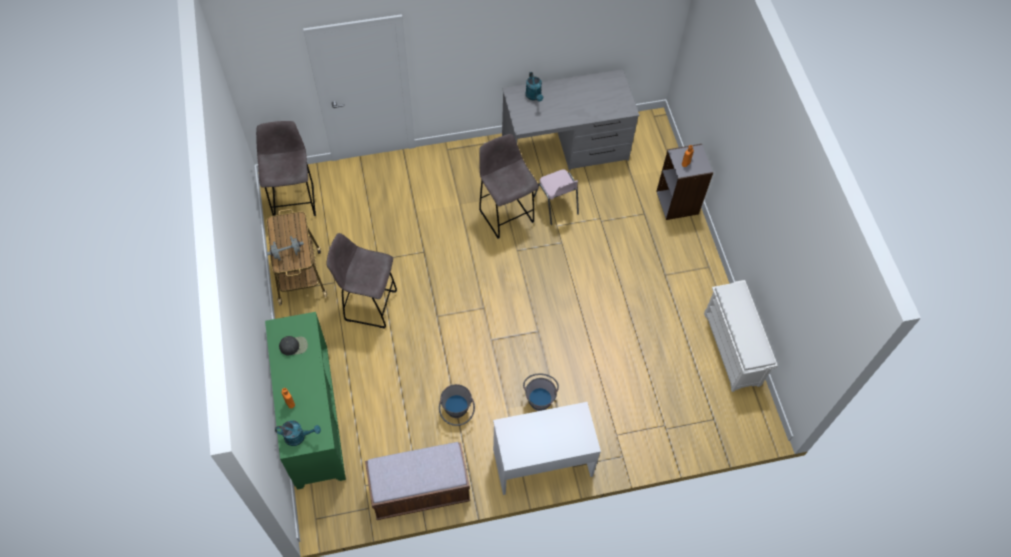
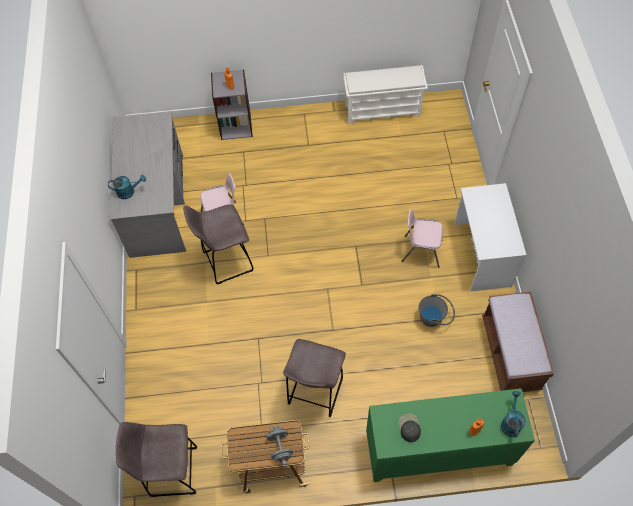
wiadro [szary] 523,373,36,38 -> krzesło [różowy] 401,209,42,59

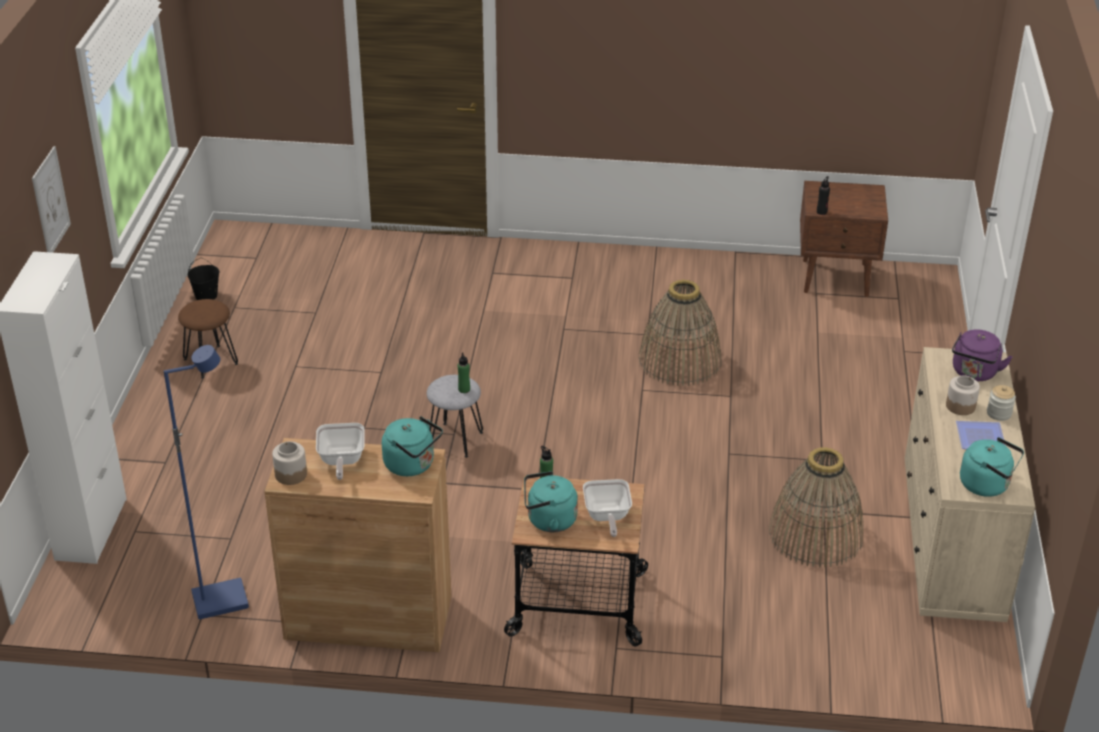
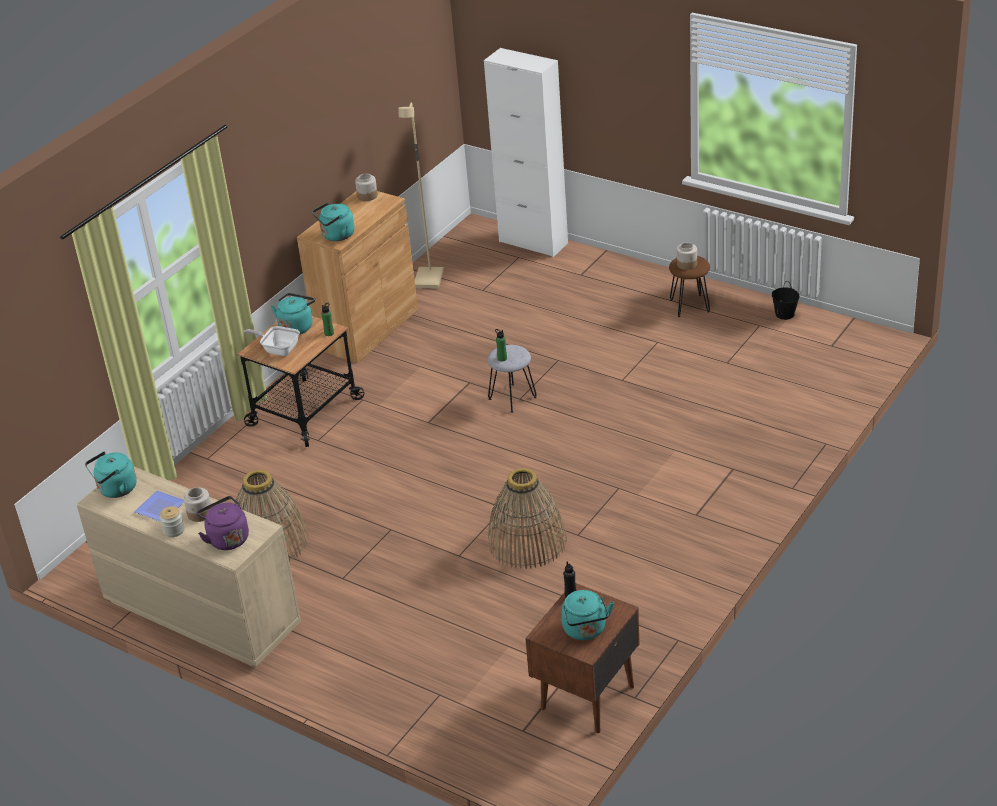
lampa stojąca [niebieski] 164,345,85,274 -> lampa stojąca [beżowy] 398,102,46,187
none -> czajnik [turkusowy] 561,590,53,50
none -> słoik 677,242,20,28
obraz 32,146,39,107 -> none
patelnia 316,423,48,57 -> none

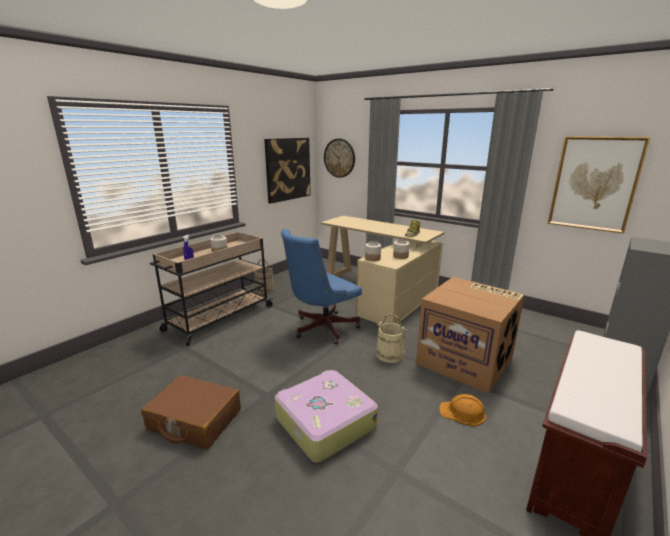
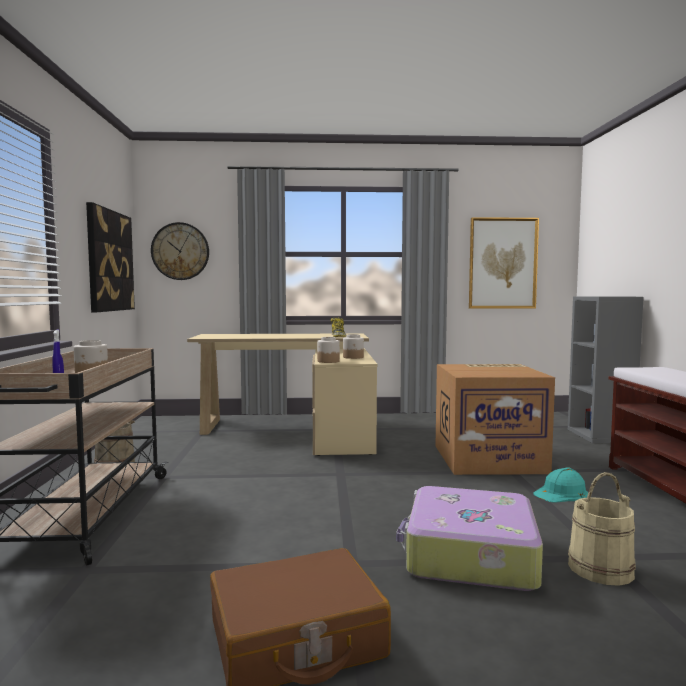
kask [pomarańczowy] 439,394,47,33 -> kask [turkusowy] 533,467,55,36
wiadro [beżowy] 376,314,30,49 -> wiadro [beżowy] 568,472,68,114, relocated
krzesło biurowe [niebieski] 281,229,81,115 -> none

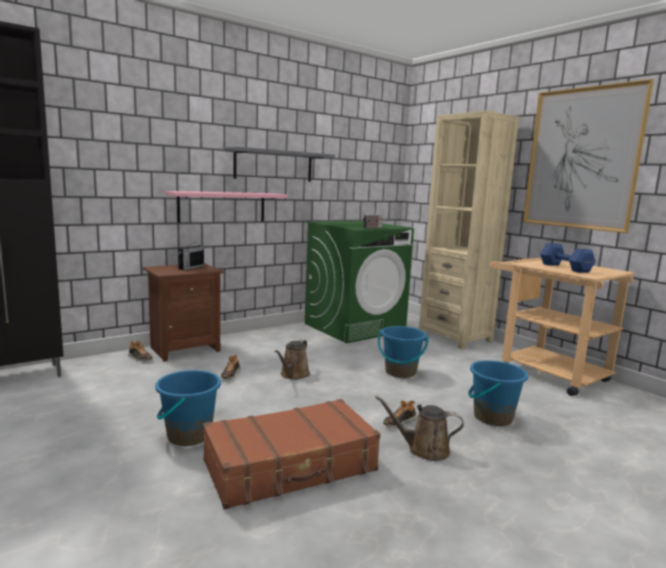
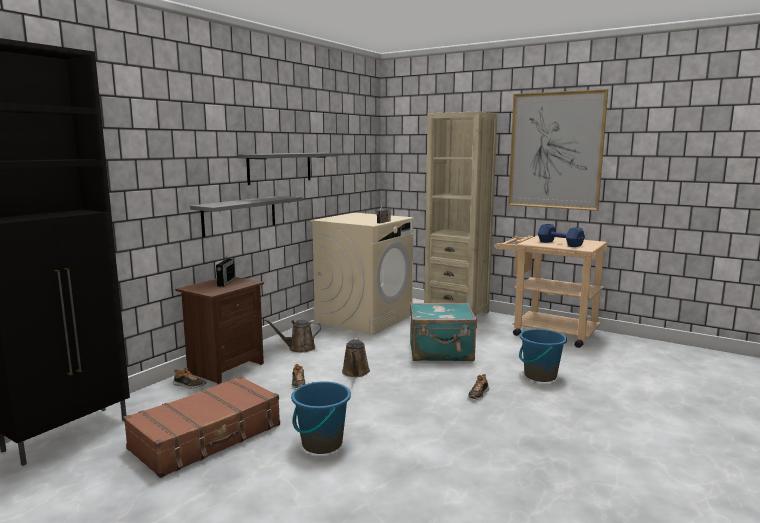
walizka [brązowy] 203,399,177,110 -> walizka [brązowy] 123,376,157,102, relocated
półka [różowy] 165,191,123,32 -> półka [szary] 190,196,113,41
konewka [brązowy] 375,396,89,65 -> konewka [brązowy] 264,319,57,34, relocated
pralka [zielony] 305,221,109,122 -> pralka [beżowy] 310,213,104,122
wiadro [niebieski] 377,326,52,52 -> walizka [turkusowy] 410,302,67,59

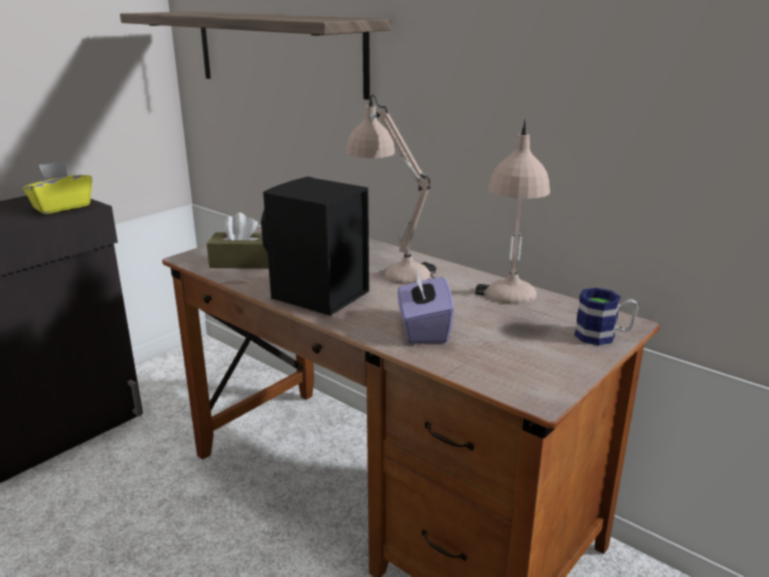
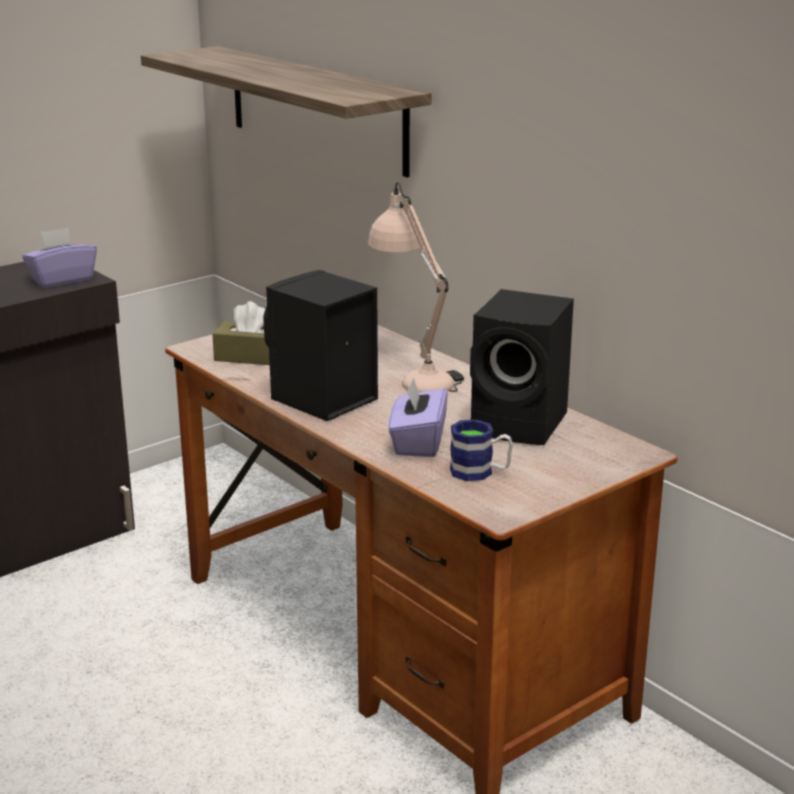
pudełko chusteczek [żółty] 23,161,69,53 -> pudełko chusteczek [fioletowy] 22,227,75,61
kubek 574,288,64,57 -> kubek 450,419,63,62, relocated
lampa stołowa [beżowy] 475,119,75,186 -> głośnik [czarny] 470,289,104,156

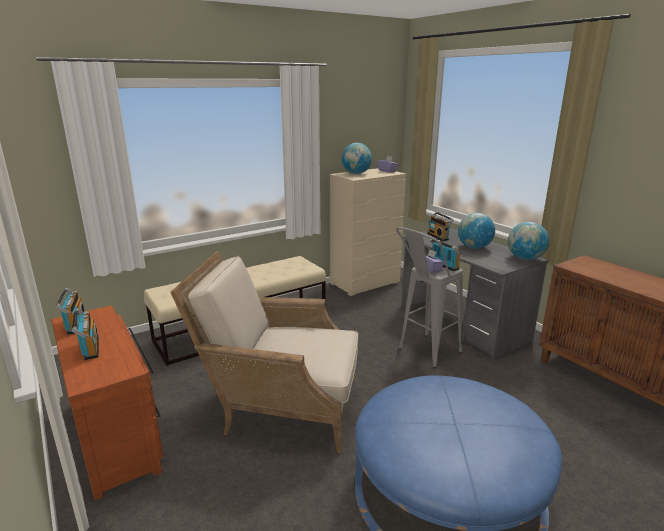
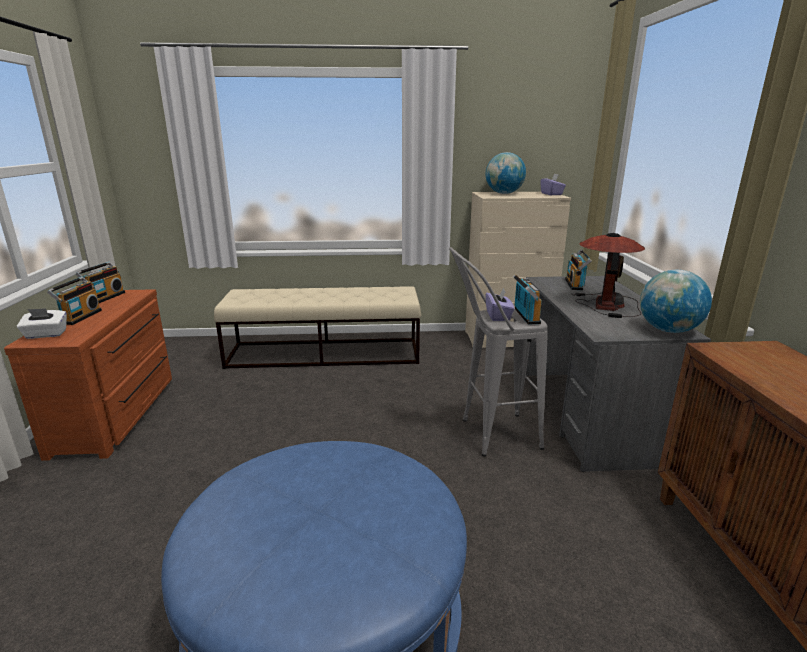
none -> pudełko chusteczek [biały] 17,308,50,31
globus 458,213,37,36 -> lampa stołowa 573,233,72,85
fotel [beżowy] 171,251,187,203 -> none

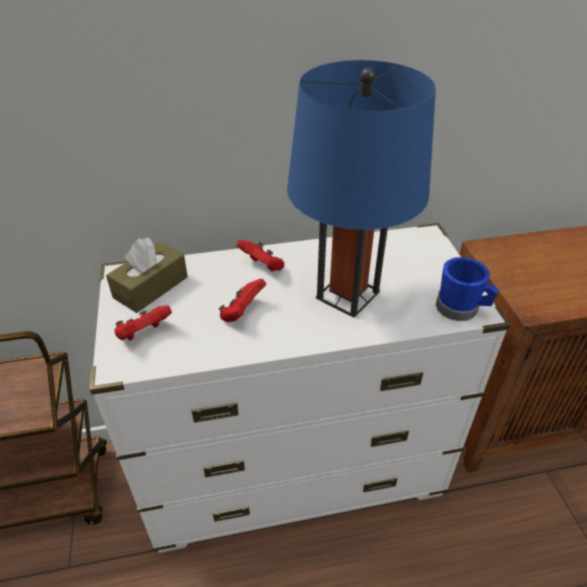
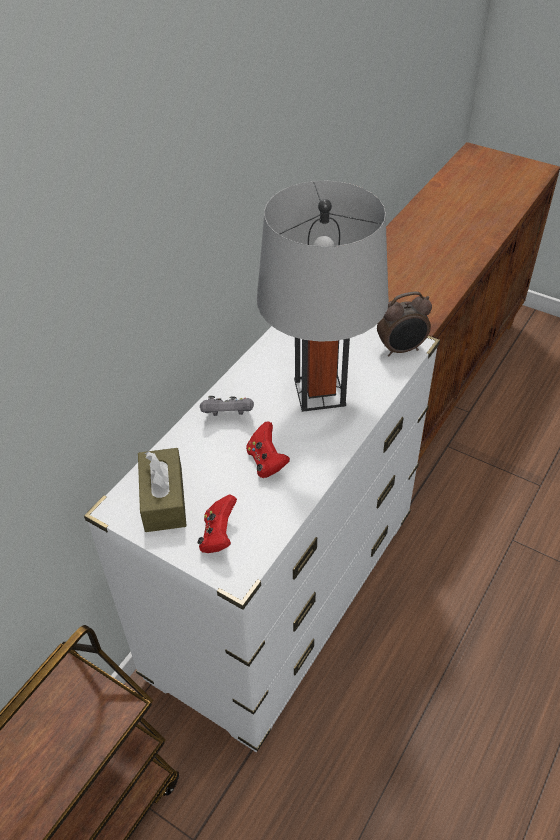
pad do gier [czerwony] 236,240,49,32 -> pad do gier [szary] 200,396,54,20
lampa stołowa [niebieski] 287,60,149,258 -> lampa stołowa [szary] 257,181,132,231
kubek [niebieski] 436,257,63,64 -> budzik 377,292,55,65

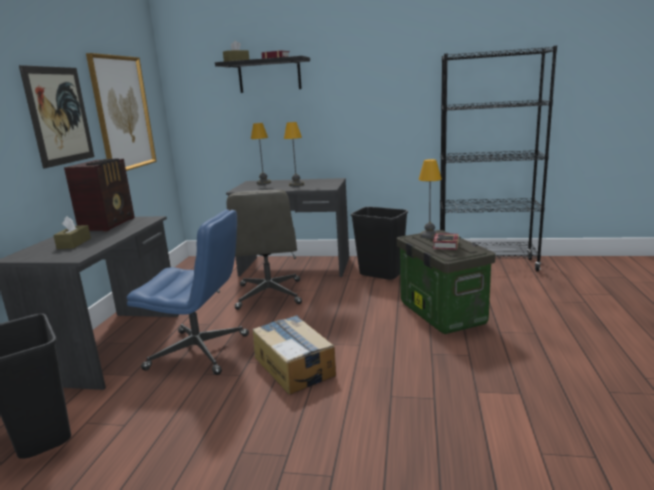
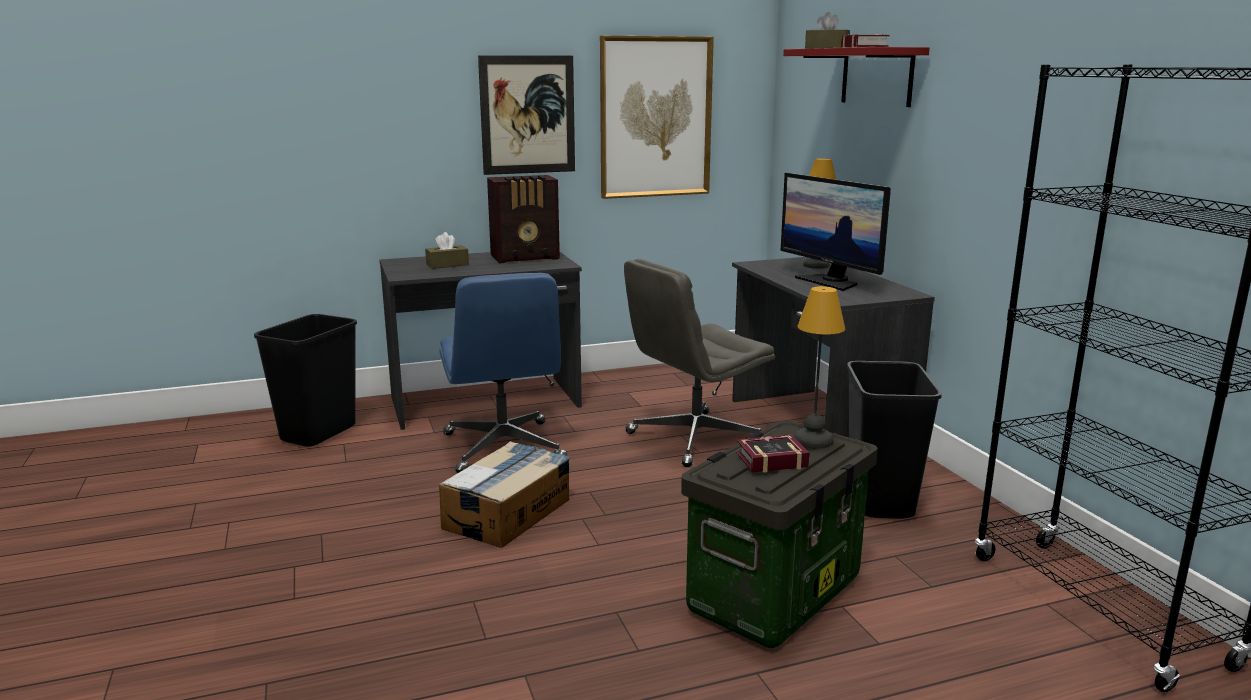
lampa stołowa 284,122,20,65 -> monitor 781,173,110,118
półka [czarny] 215,56,95,37 -> półka [czerwony] 783,47,147,60

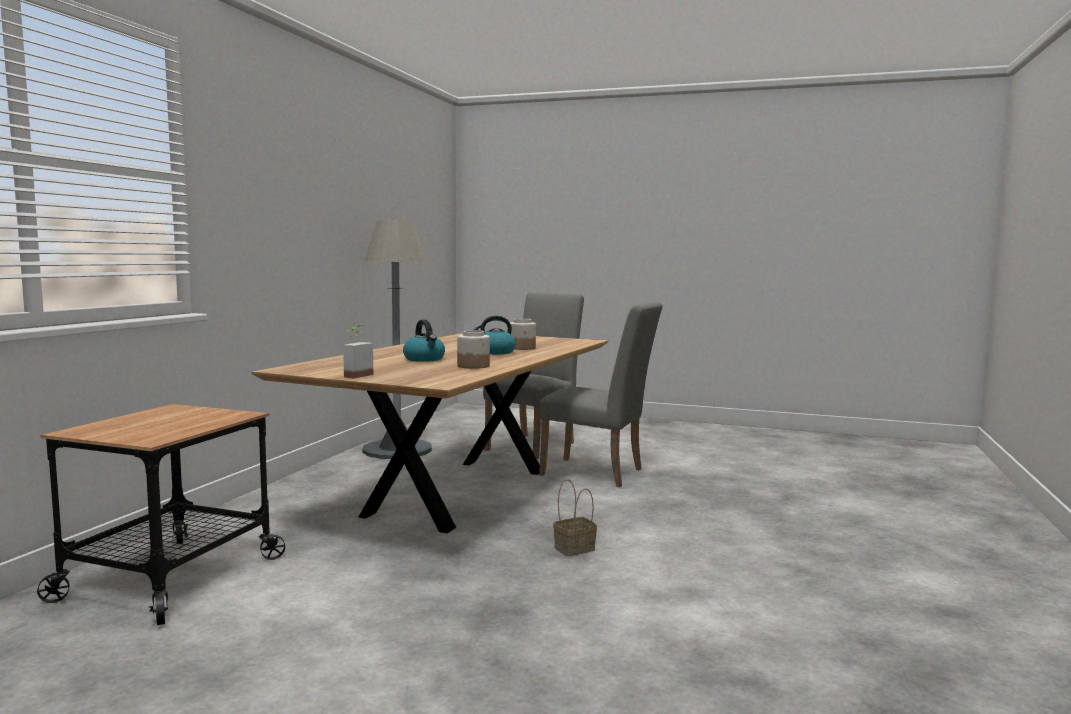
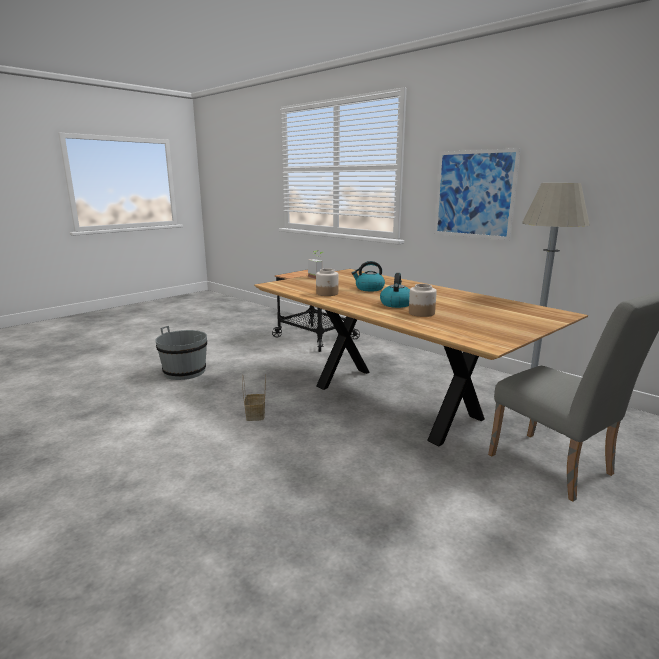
none -> wiadro [szary] 156,326,51,54
none -> obraz 434,148,87,92
krzesło [szary] 539,302,124,185 -> none

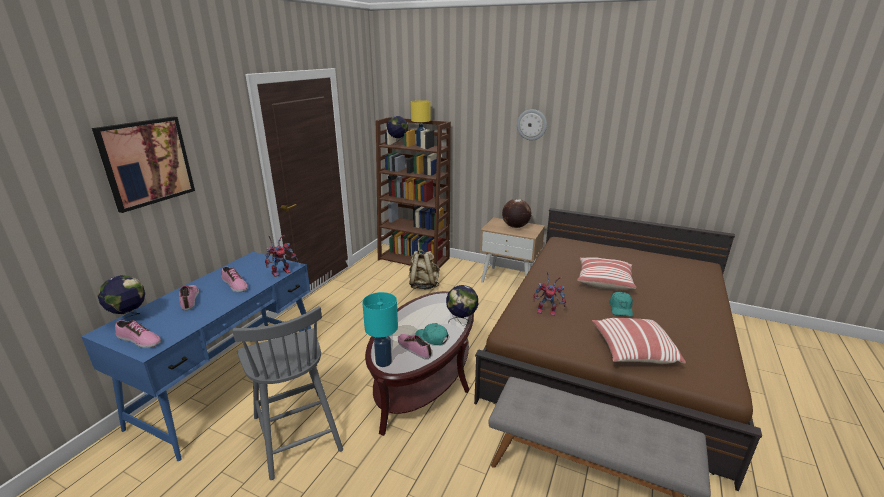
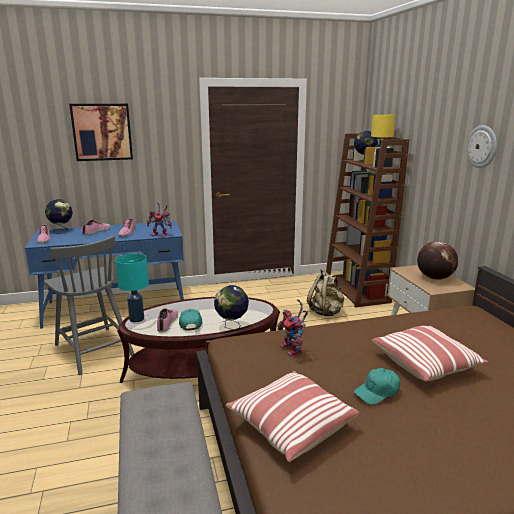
krzesło [szary] 233,306,110,174 -> krzesło [szary] 44,236,90,139, 60 degrees counterclockwise

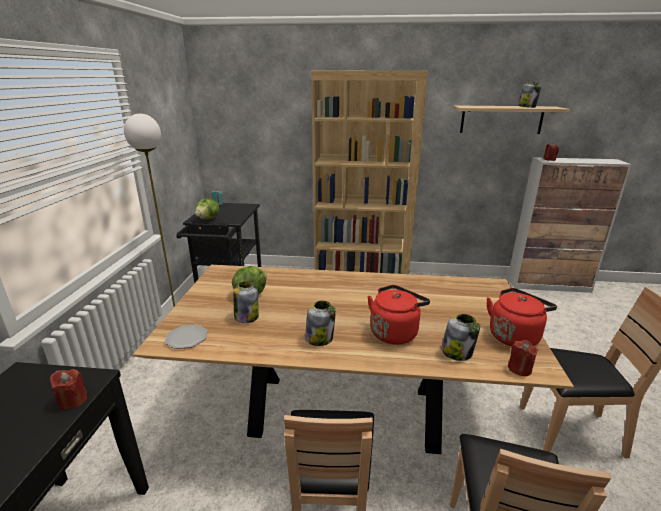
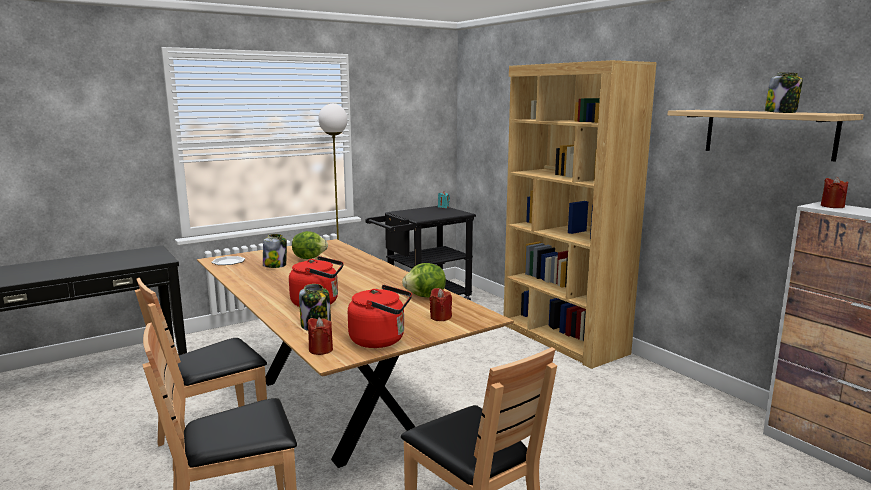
sałata 195,199,24,21 -> sałata 402,263,44,35, relocated
świeca [czerwony] 50,369,37,41 -> świeca [czerwony] 429,288,23,33, relocated
słoik 305,301,31,45 -> none

